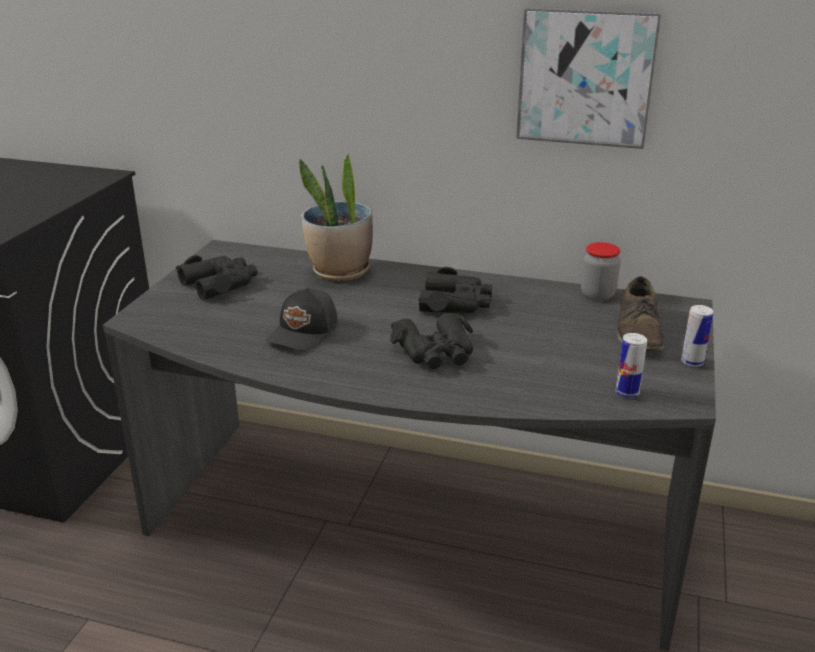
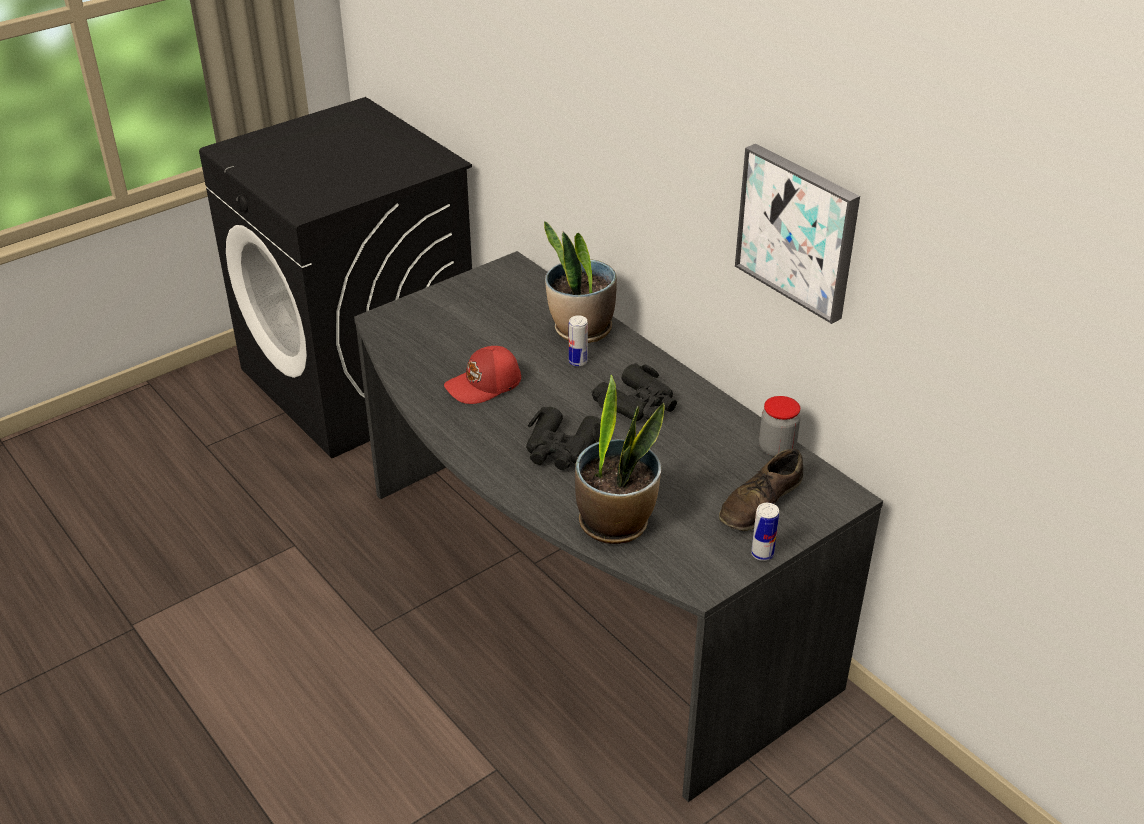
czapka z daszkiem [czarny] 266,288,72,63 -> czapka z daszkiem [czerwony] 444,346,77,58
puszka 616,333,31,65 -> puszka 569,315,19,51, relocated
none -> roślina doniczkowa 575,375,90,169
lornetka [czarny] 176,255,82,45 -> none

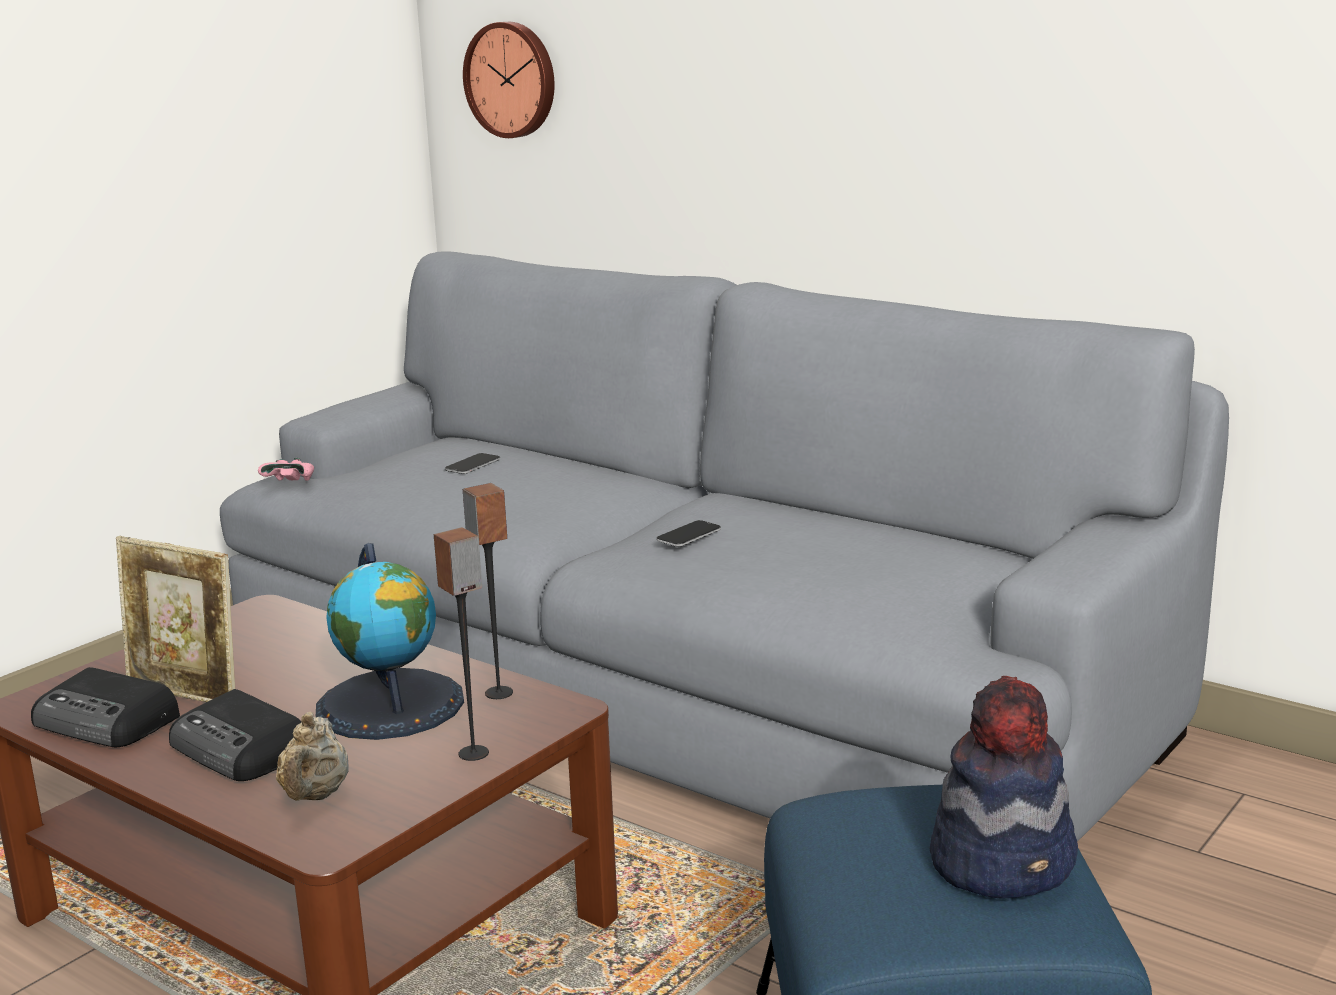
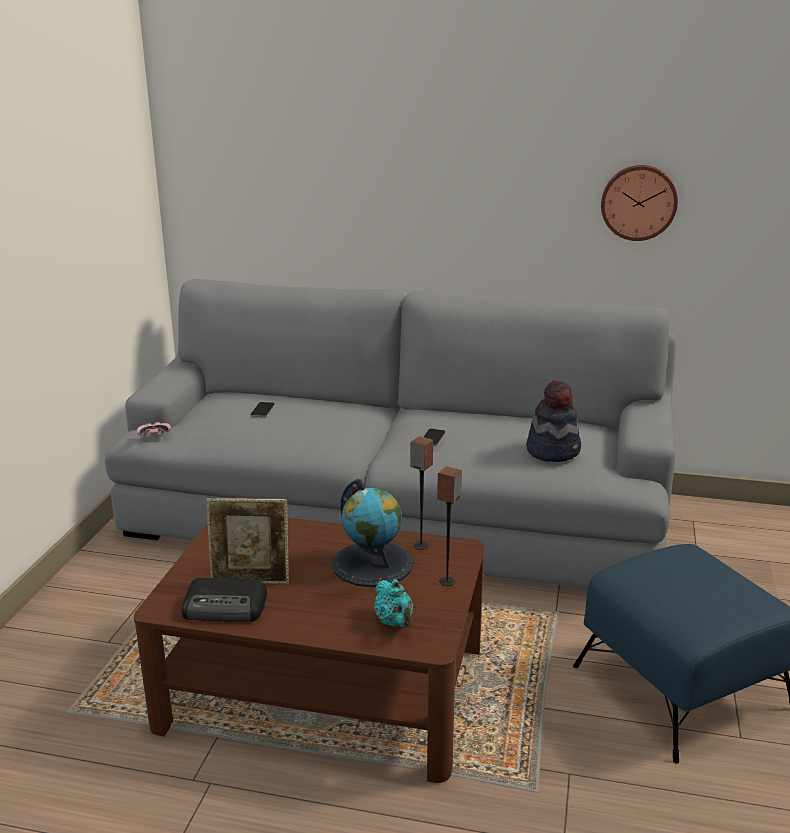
imbryk [beżowy] 276,712,73,89 -> imbryk [turkusowy] 375,579,38,49
kapelusz 930,676,148,223 -> kapelusz 526,380,55,82, relocated
zegar ścienny 463,22,91,116 -> zegar ścienny 601,165,77,76, relocated
radio 169,689,132,92 -> none

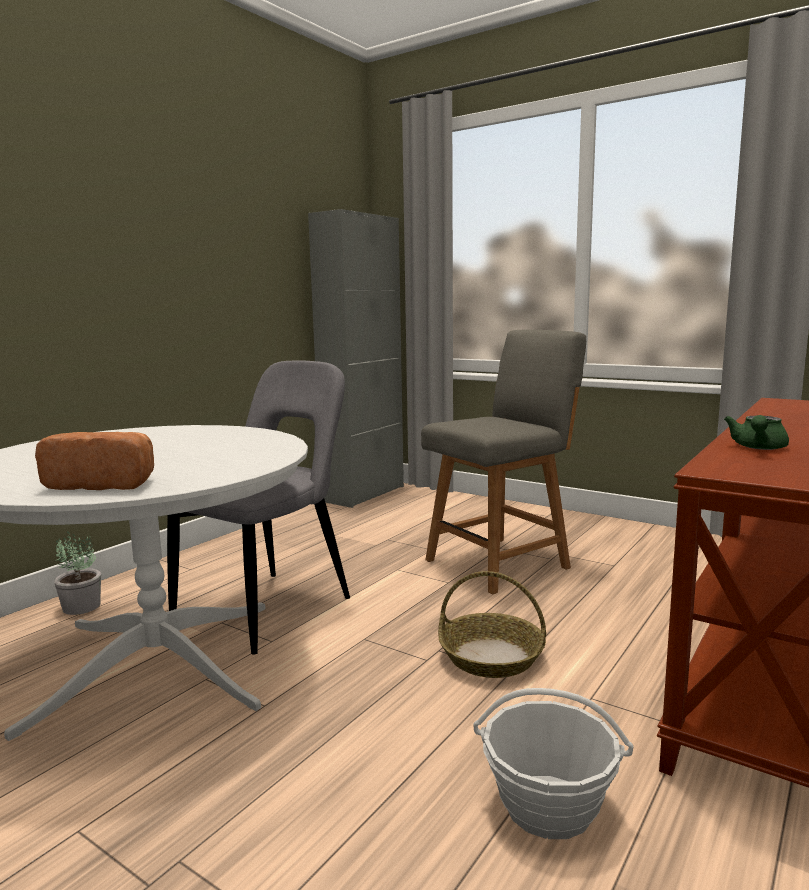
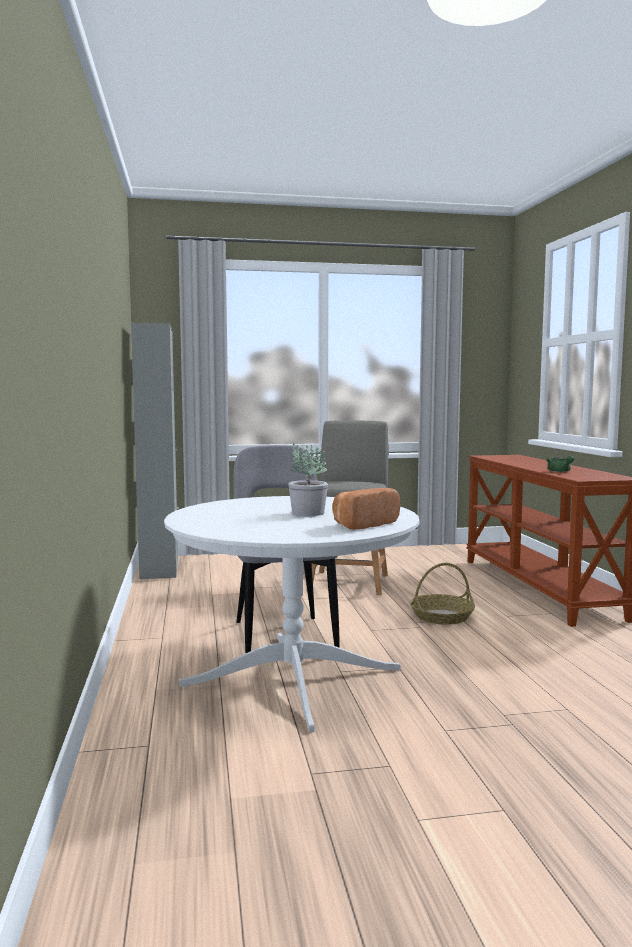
roślina doniczkowa 54,531,47,84 -> roślina doniczkowa 288,443,40,73, relocated
koszyk 473,688,161,151 -> none

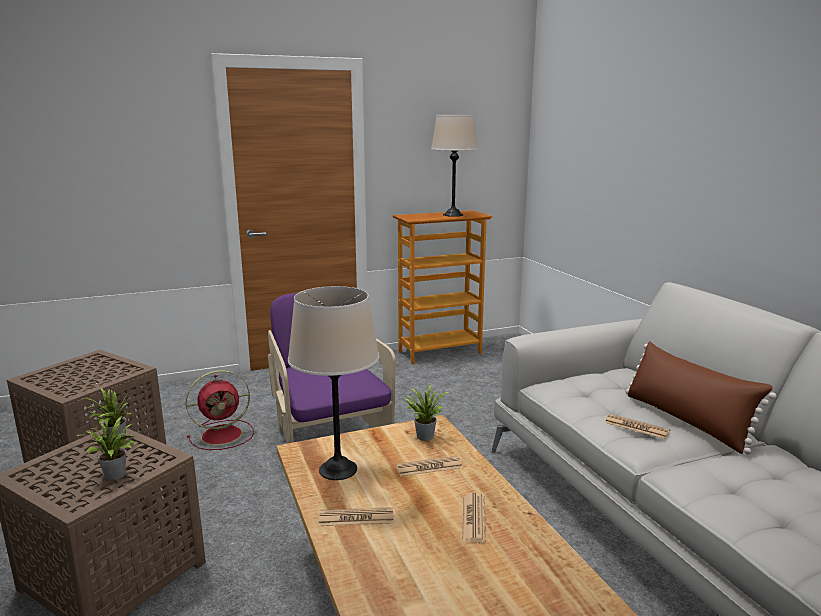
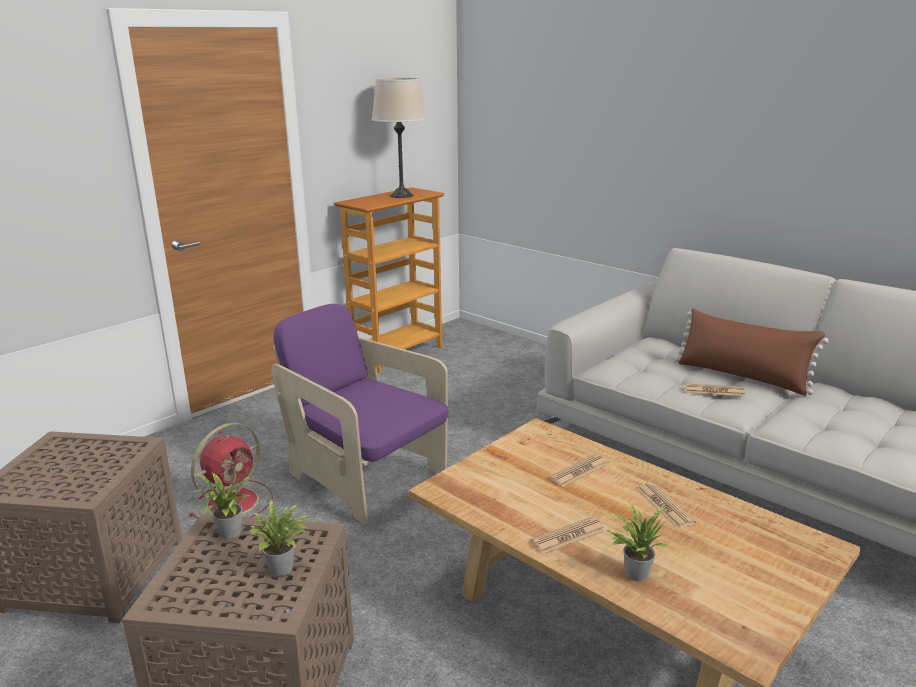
roślina doniczkowa 404,385,45,56 -> roślina doniczkowa 607,502,61,80, relocated
lampa stołowa [beżowy] 288,286,91,194 -> none

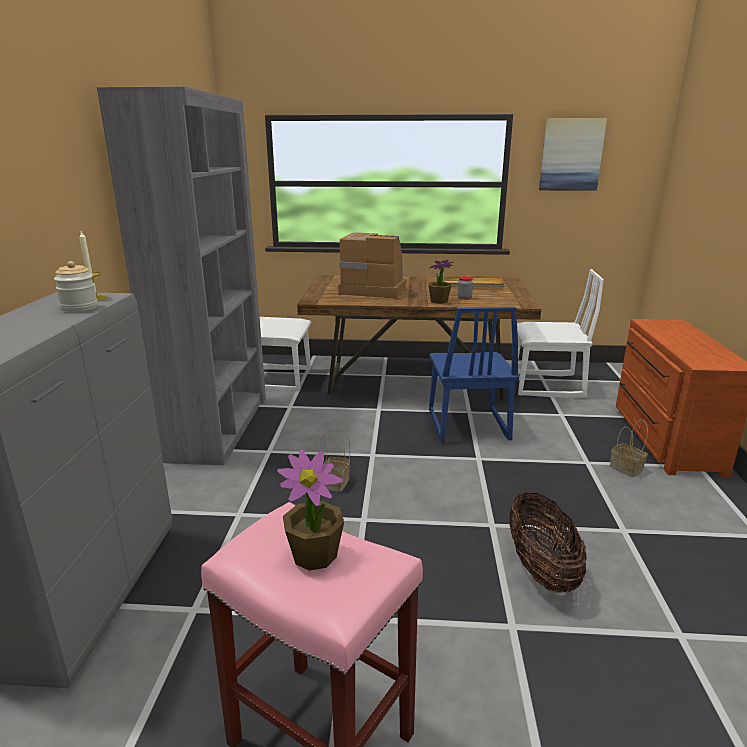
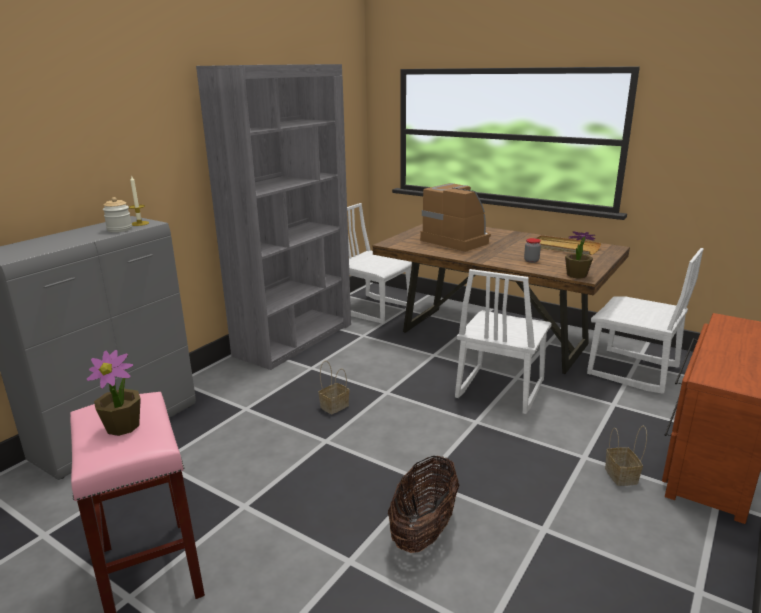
krzesło [niebieski] 429,307,90,135 -> krzesło [biały] 455,269,97,145
roślina doniczkowa 428,260,25,44 -> roślina doniczkowa 565,231,30,48, relocated
obraz 539,118,68,73 -> none

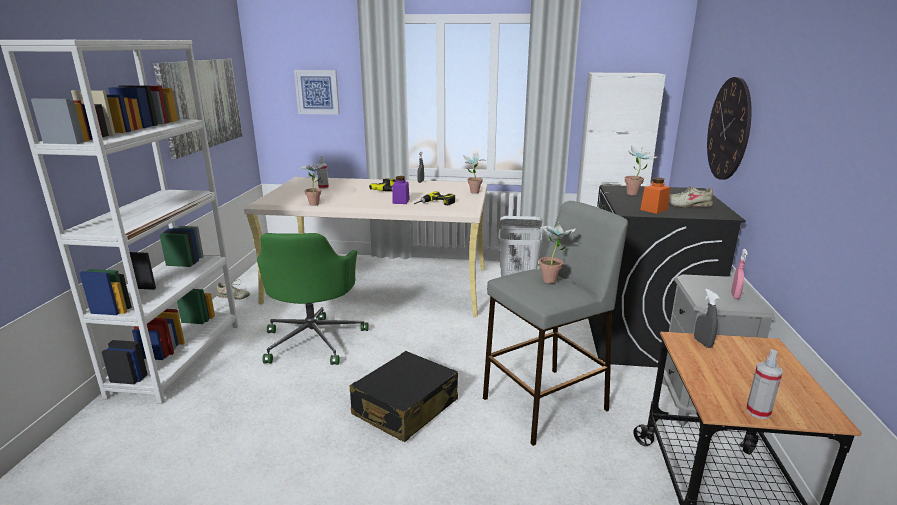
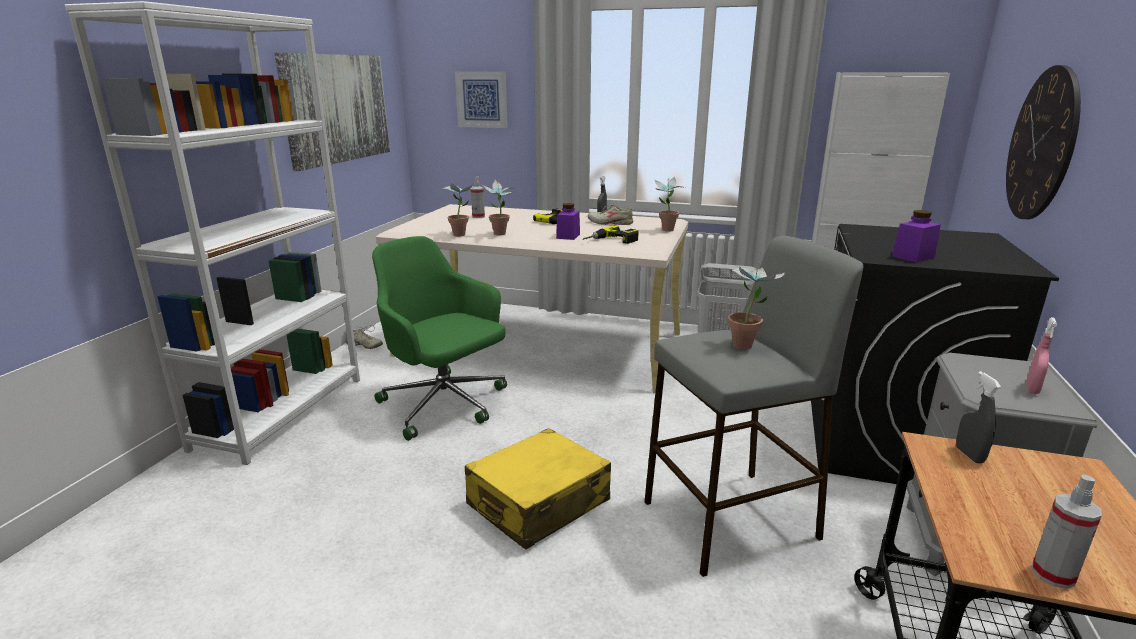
krzesło biurowe [zielony] 257,233,112,132 -> krzesło biurowe [zielony] 372,236,135,205, 120 degrees clockwise
walizka [czarny] 350,351,108,91 -> walizka [żółty] 465,428,146,121
roślina doniczkowa 624,145,33,50 -> roślina doniczkowa 482,179,33,56, relocated
but [beżowy] 669,186,44,21 -> but [beżowy] 588,204,45,21, relocated
słoik [pomarańczowy] 640,177,30,37 -> słoik [fioletowy] 892,210,49,53

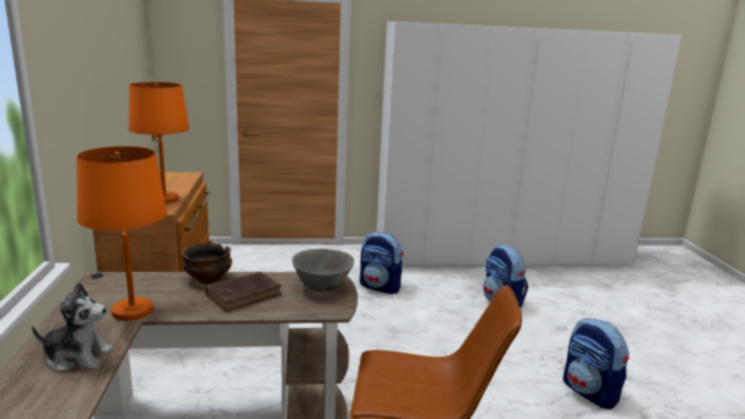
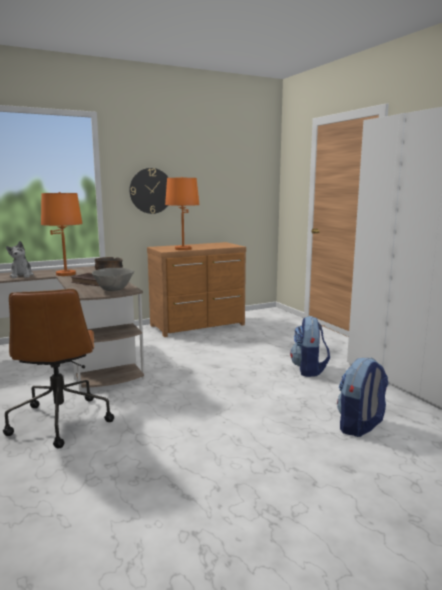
none -> zegar ścienny 130,168,39,46
plecak 563,318,66,91 -> none

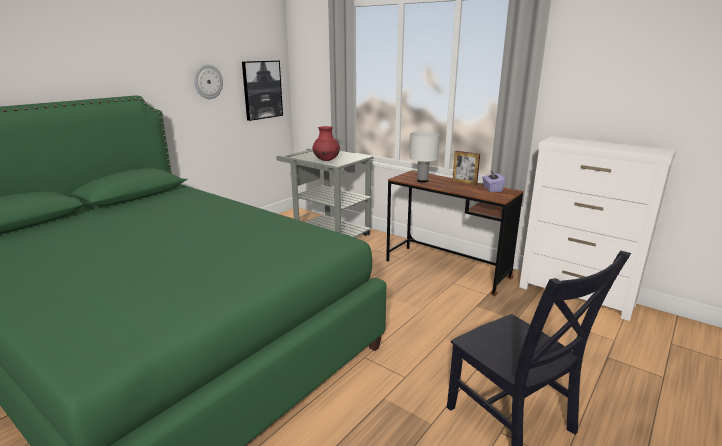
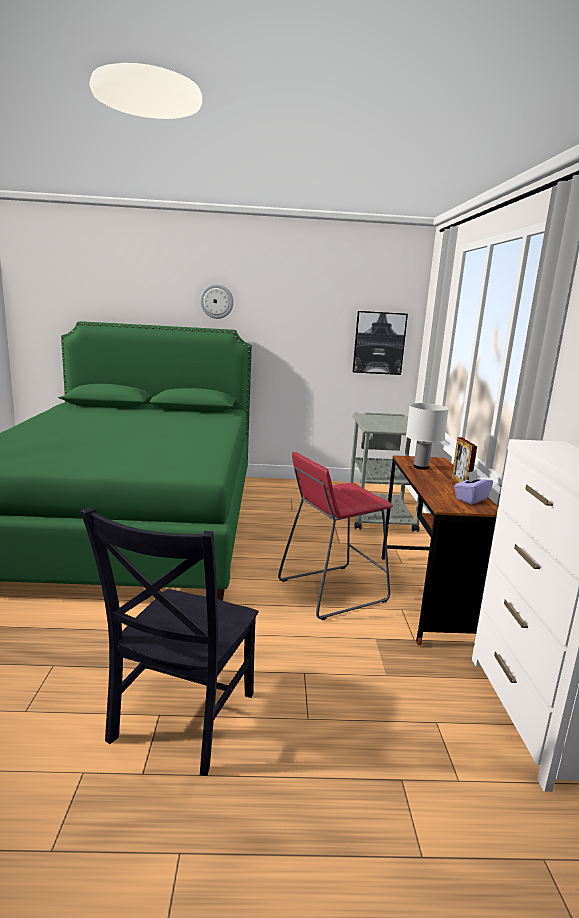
zegar ścienny 194,64,29,35 -> zegar ścienny 200,284,34,35, relocated
none -> stołek [czerwony] 278,452,115,168
wazon [czerwony] 312,126,28,35 -> none

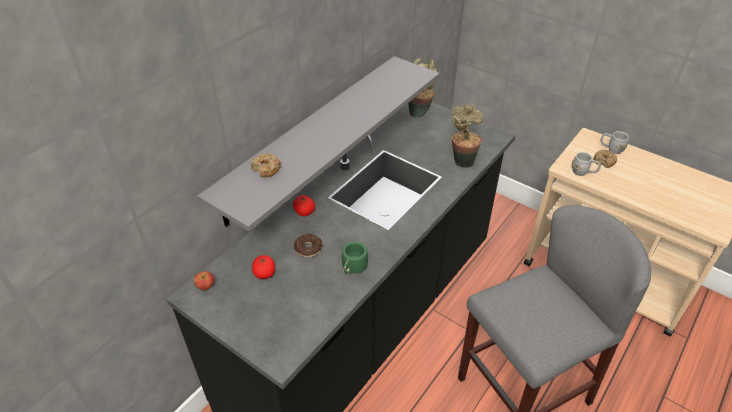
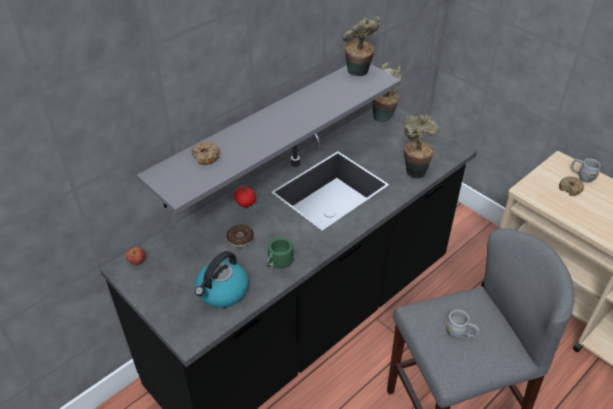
none -> czajnik 195,251,54,57
none -> roślina doniczkowa 342,16,38,60
kubek [szary] 572,152,29,24 -> kubek [szary] 446,310,34,29, relocated
pomidor 252,255,23,24 -> none

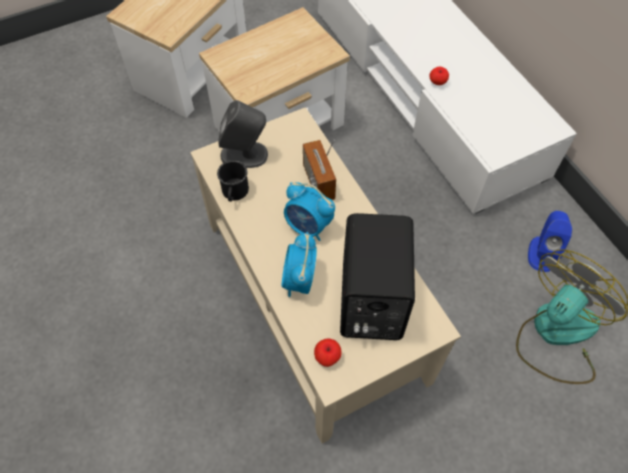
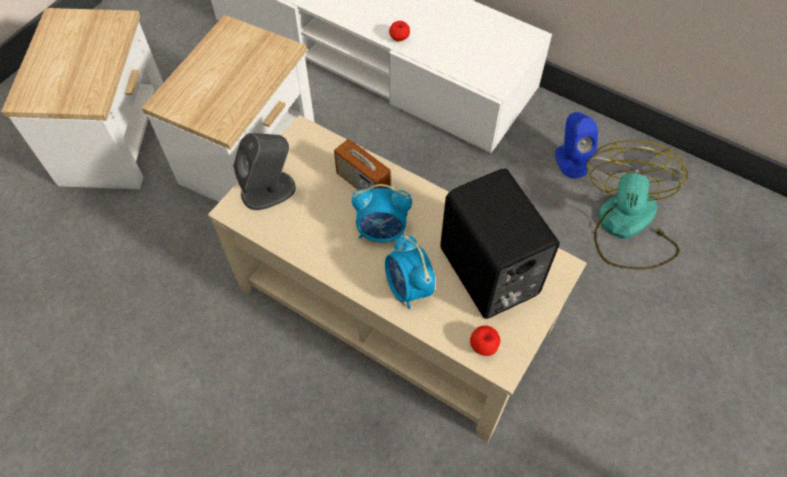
kubek [czarny] 217,160,32,41 -> none

